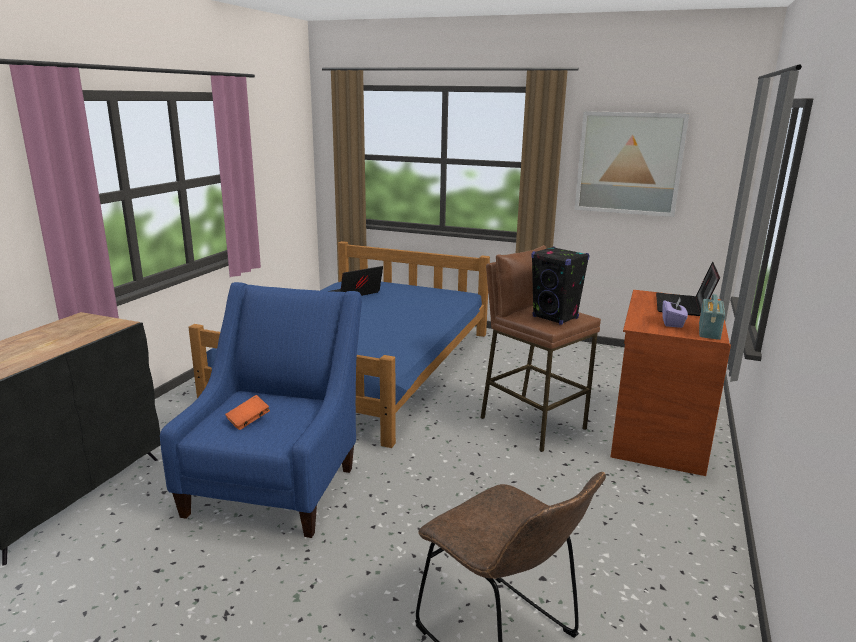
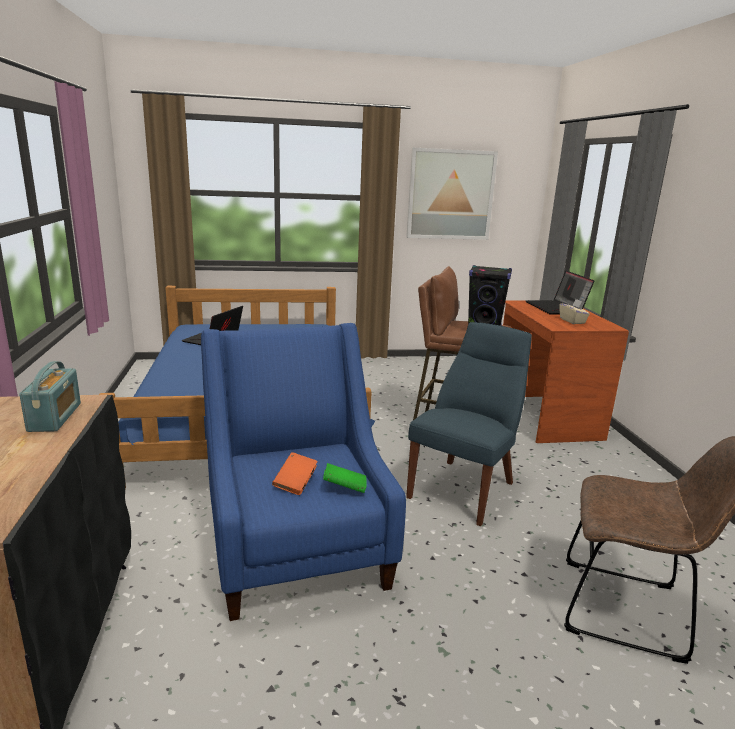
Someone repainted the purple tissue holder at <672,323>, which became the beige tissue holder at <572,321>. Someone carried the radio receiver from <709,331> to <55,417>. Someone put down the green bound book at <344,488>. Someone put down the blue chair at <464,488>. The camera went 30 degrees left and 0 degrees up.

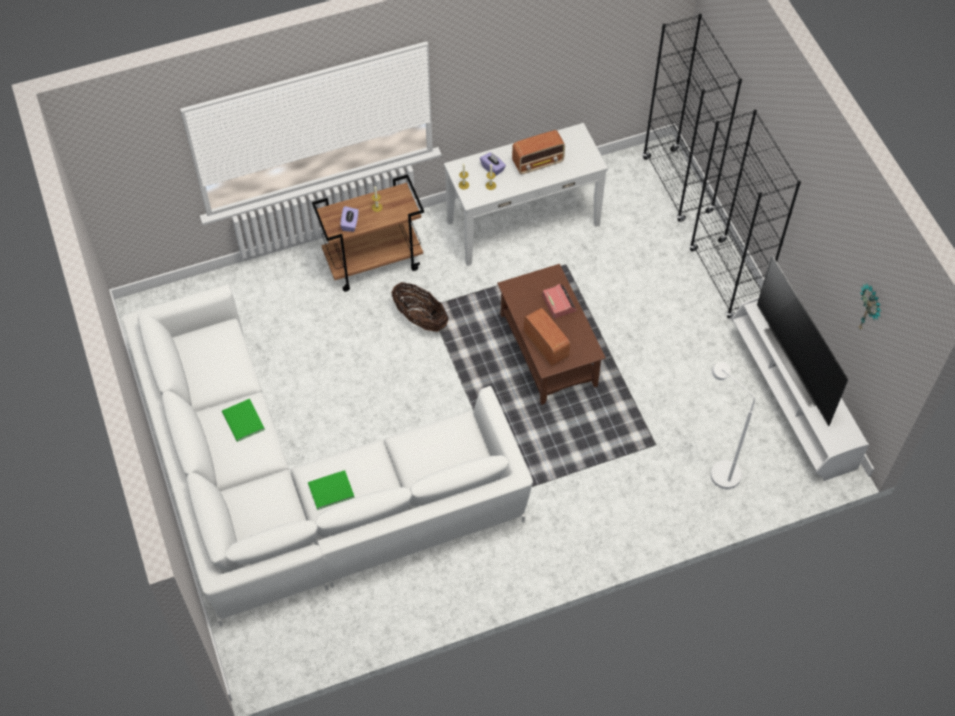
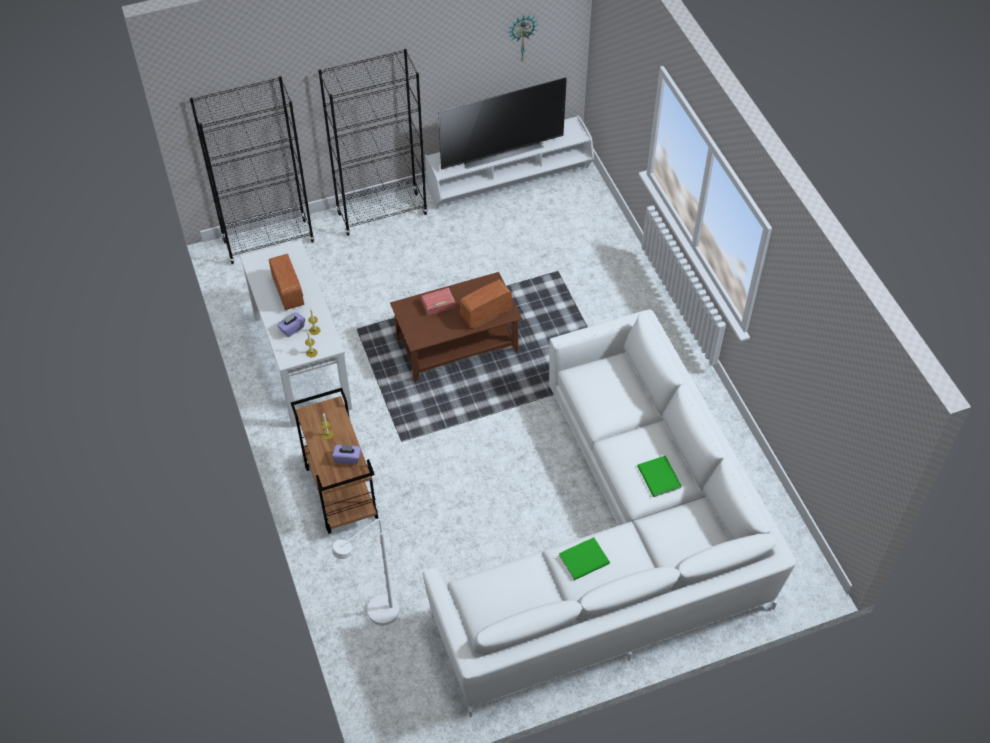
Someone took away the basket at <420,318>. Someone carried the whitish floor lamp from <718,470> to <376,617>. The camera went 90 degrees left and 5 degrees down.

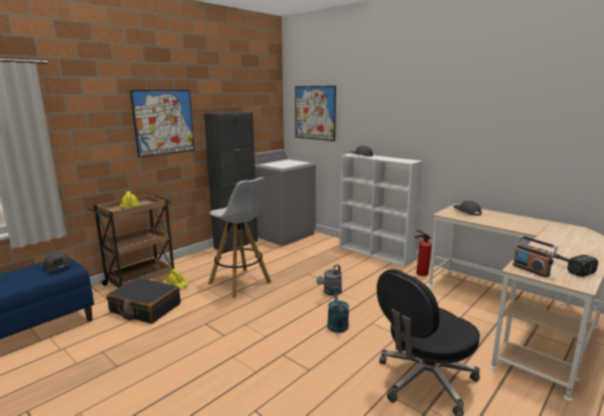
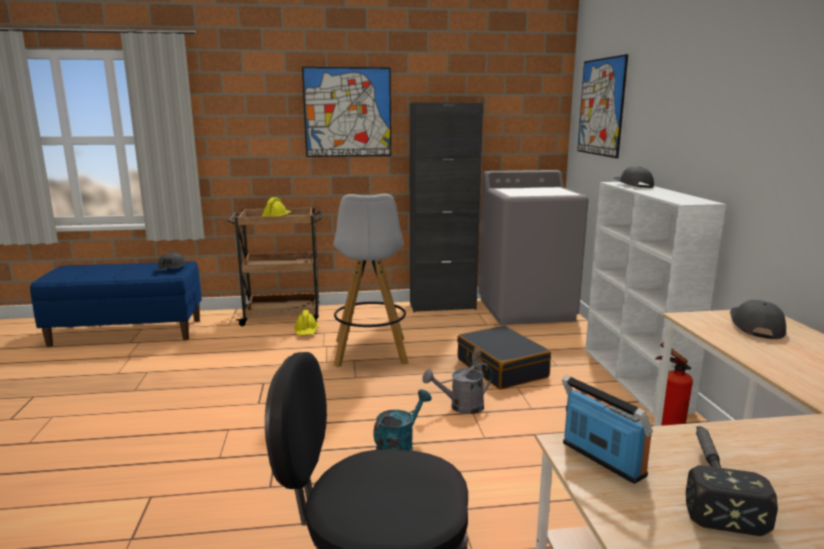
Someone carried the blackish piece of luggage from <145,308> to <501,368>. Someone rotated the radio receiver at <531,270> by 135 degrees clockwise. The camera went 40 degrees right and 0 degrees up.

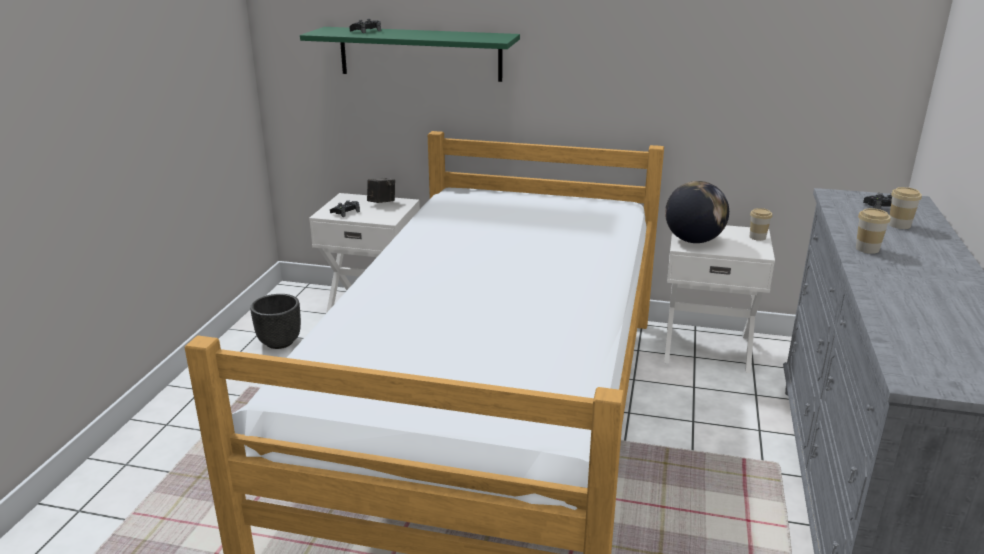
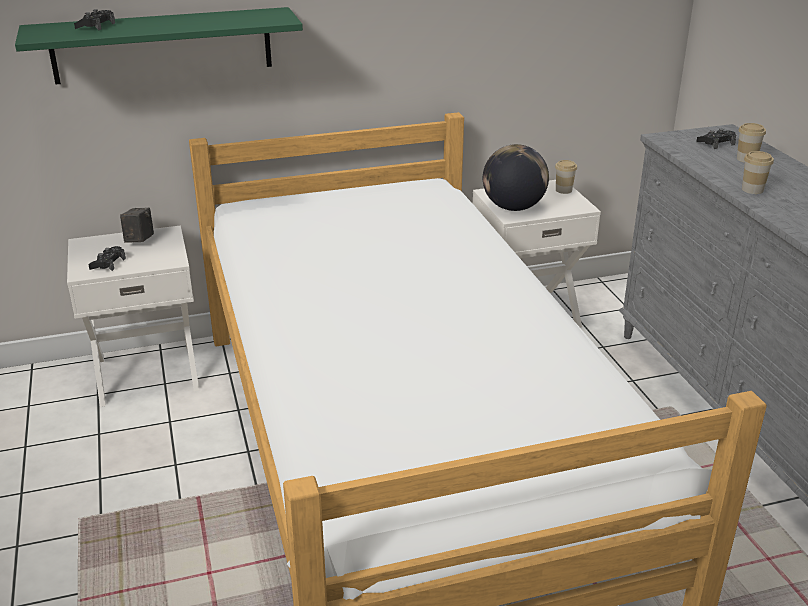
Someone took away the blackish planter at <280,342>. The camera went 30 degrees left and 5 degrees up.

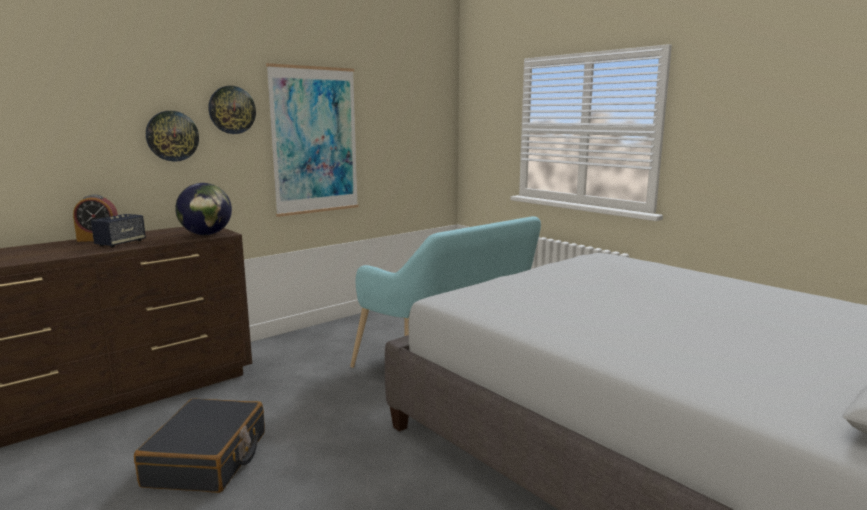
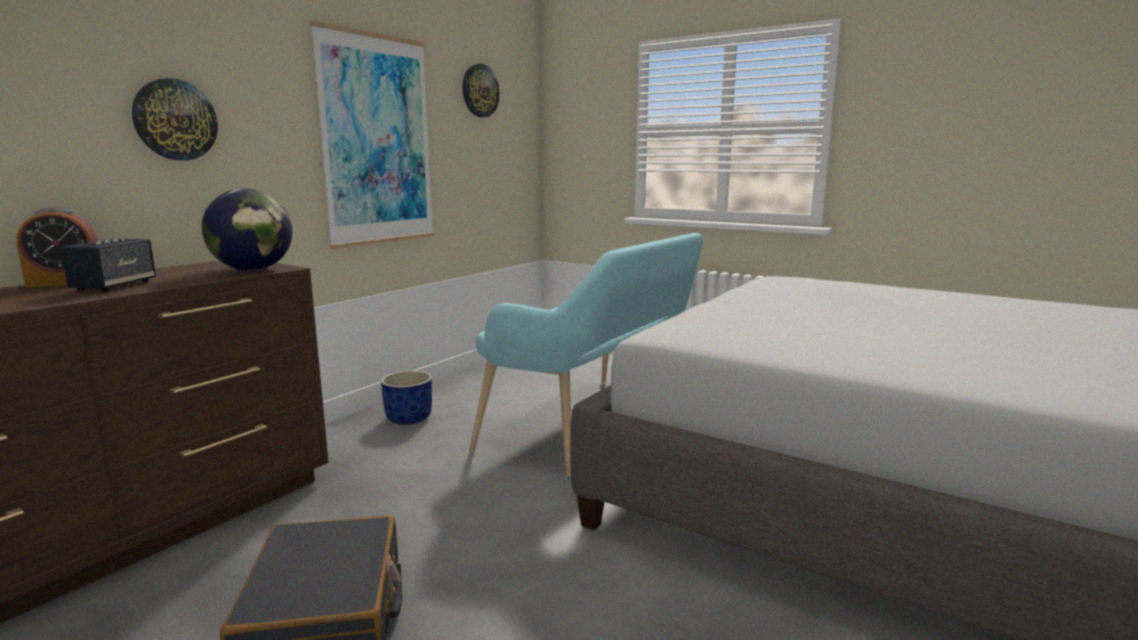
Someone carried the wall clock from <232,110> to <480,90>. Someone put down the blue planter at <409,418>. The camera went 15 degrees left and 0 degrees up.

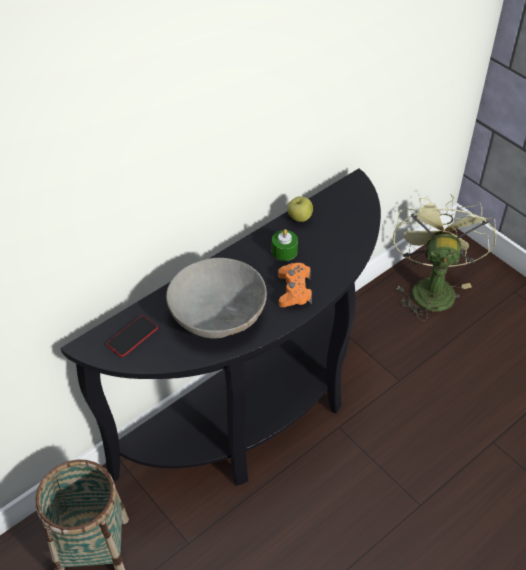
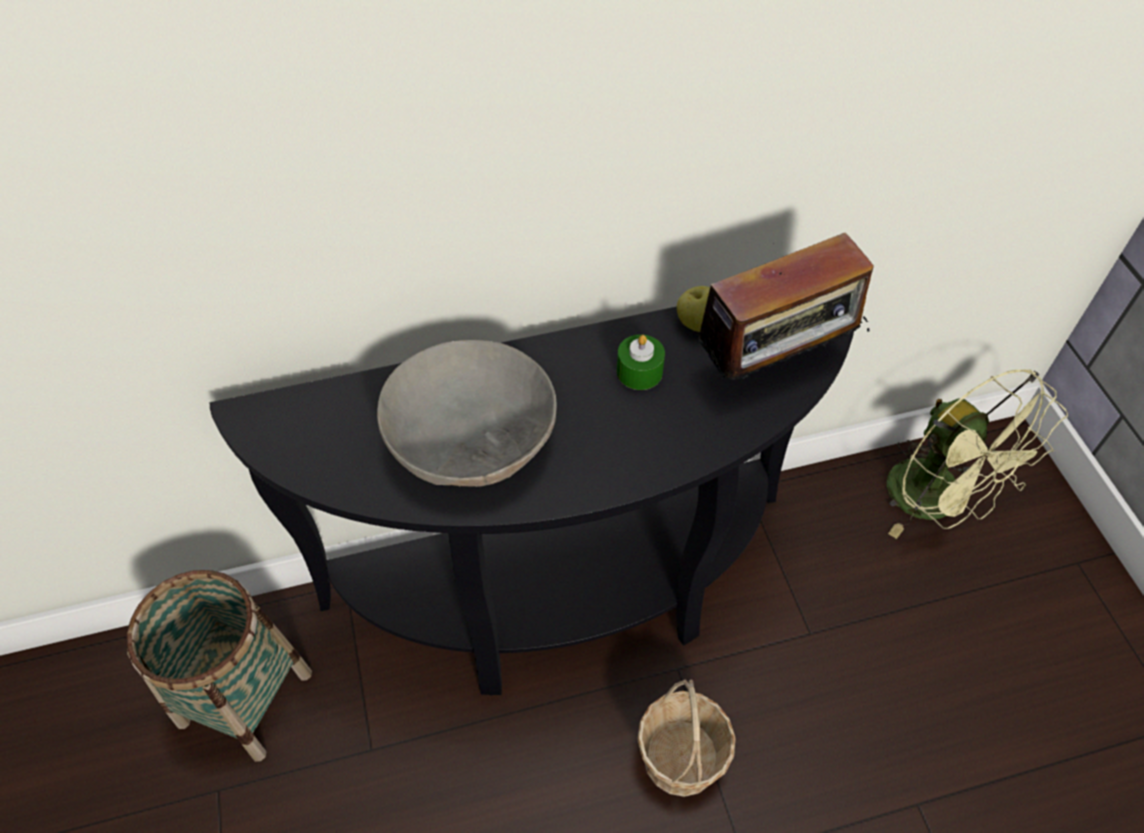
Someone took away the telephone at <132,336>. Someone took away the orangey game controller at <294,290>. Someone rotated the green electric fan at <431,287> by 120 degrees clockwise. Someone put down the basket at <681,756>. Someone put down the radio receiver at <774,365>. The camera went 25 degrees right and 5 degrees up.

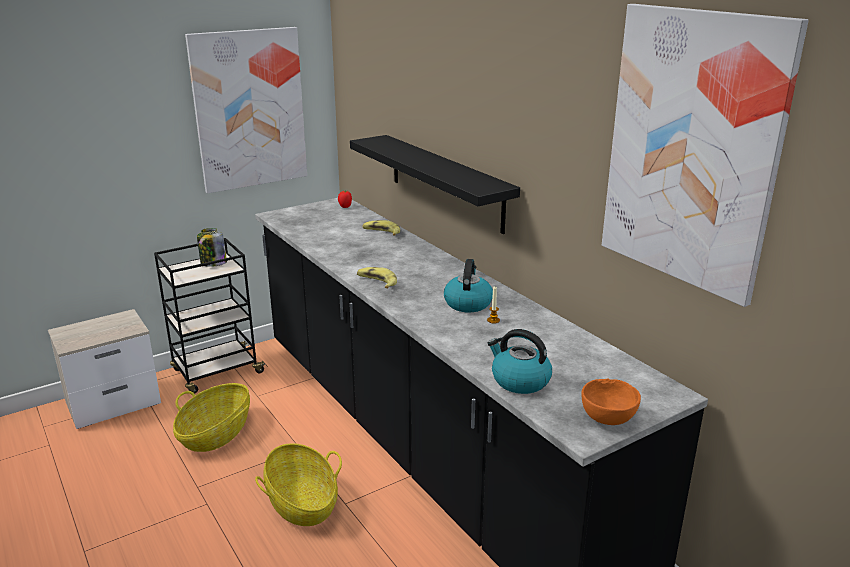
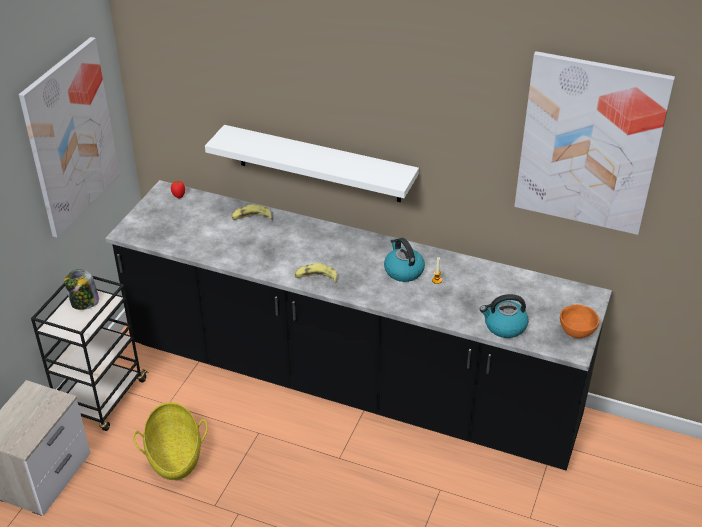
Someone took away the basket at <302,502>. Someone repainted the blackish bracket shelf at <445,182>, which became the whitish bracket shelf at <319,164>. The camera went 35 degrees left and 15 degrees up.

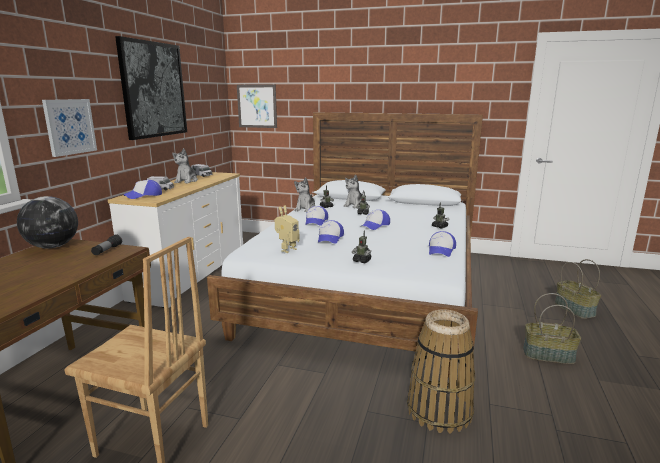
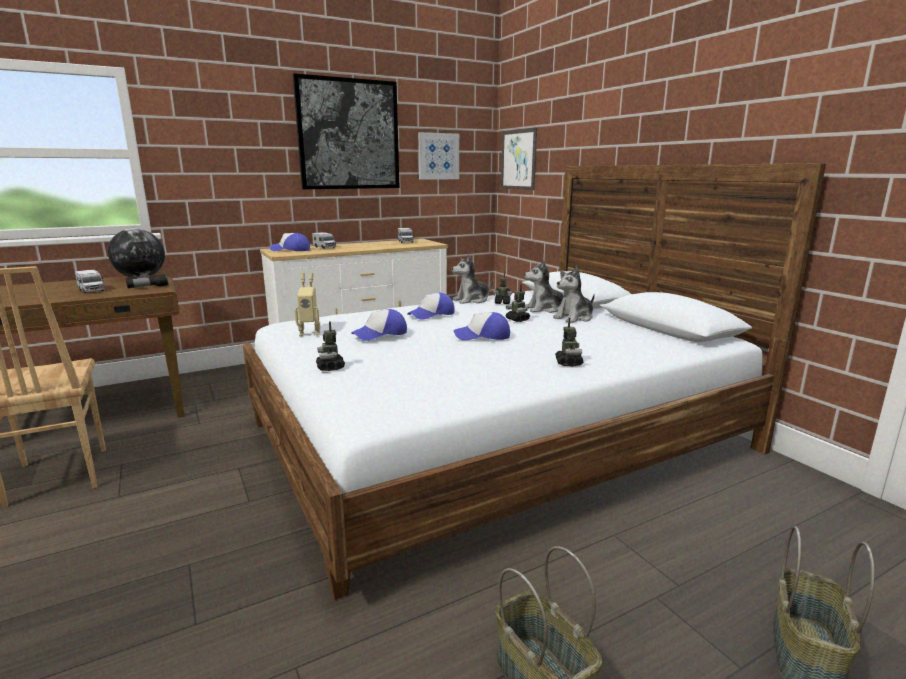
Someone carried the wall picture from <69,126> to <438,156>. Someone carried the plush toy from <187,181> to <574,318>. Someone took away the basket at <439,410>. Someone took away the baseball cap at <441,250>. Someone put down the model truck at <91,290>. The camera went 45 degrees right and 0 degrees up.

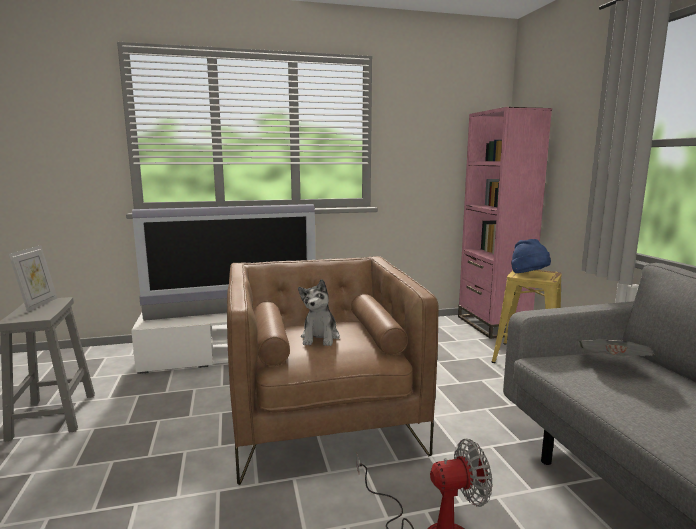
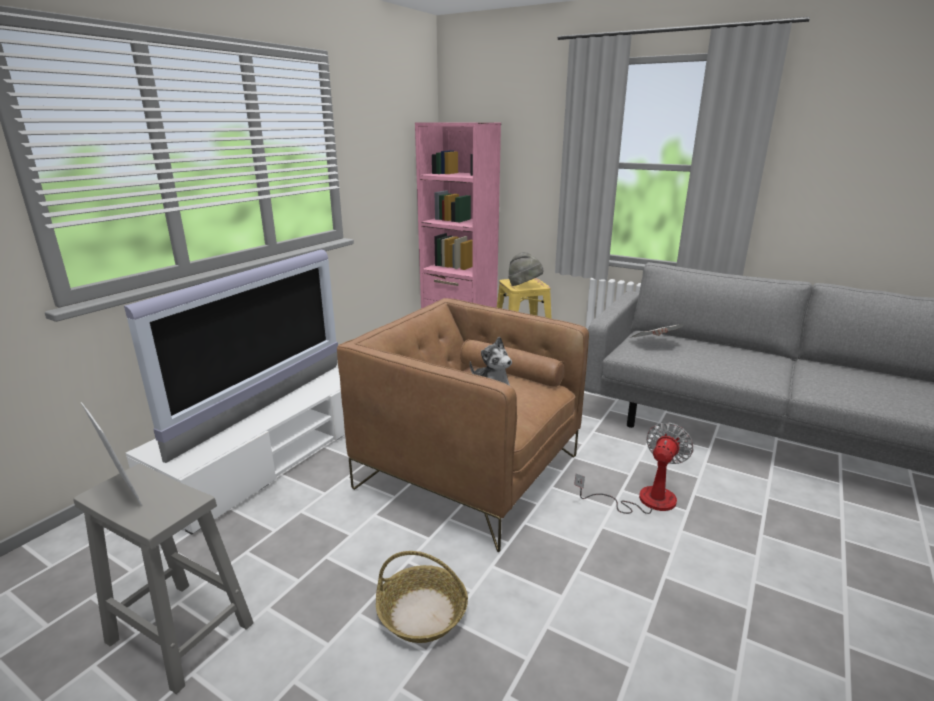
Someone repainted the blue wearable hat at <529,275>, which became the grey wearable hat at <524,286>. Someone put down the basket at <421,613>. The camera went 45 degrees left and 10 degrees up.

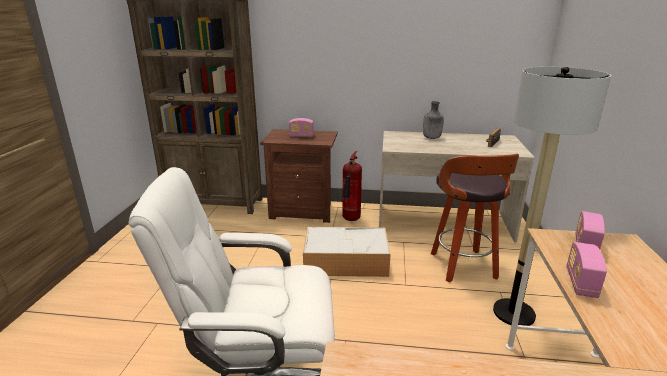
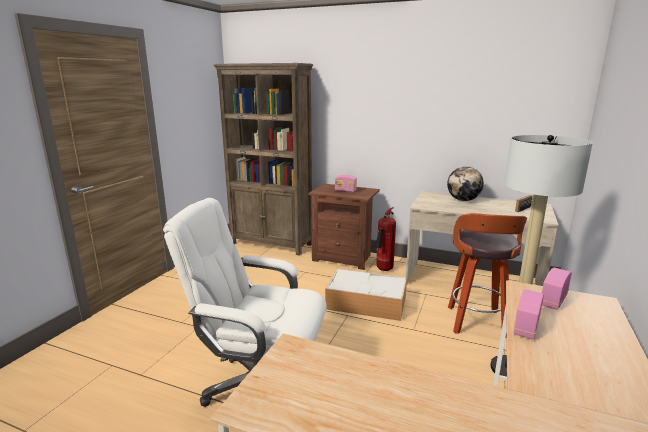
Someone swapped the grey beverage bottle at <431,138> for the globe at <463,200>. The camera went 15 degrees right and 5 degrees down.

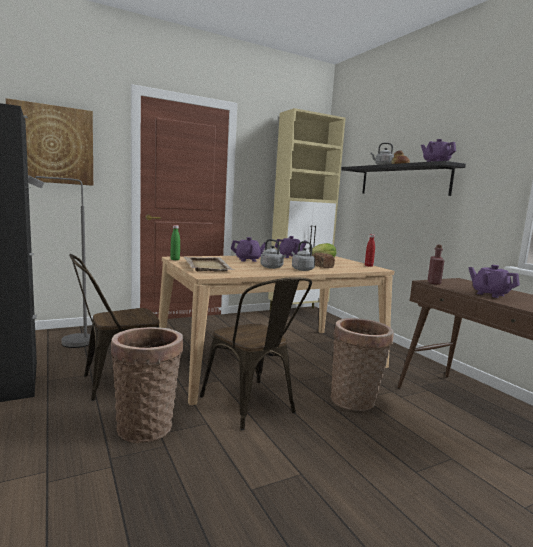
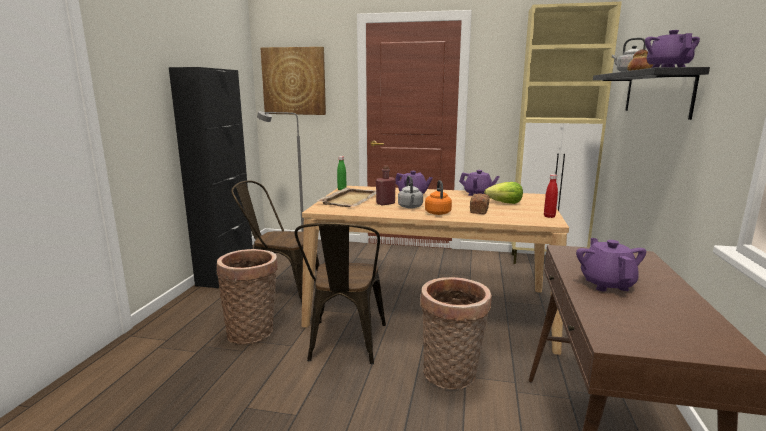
Someone repainted the grey tea kettle at <301,269>, which became the orangey tea kettle at <437,212>. Someone carried the red-coloured beverage bottle from <434,282> to <385,203>. The camera went 40 degrees right and 5 degrees up.

